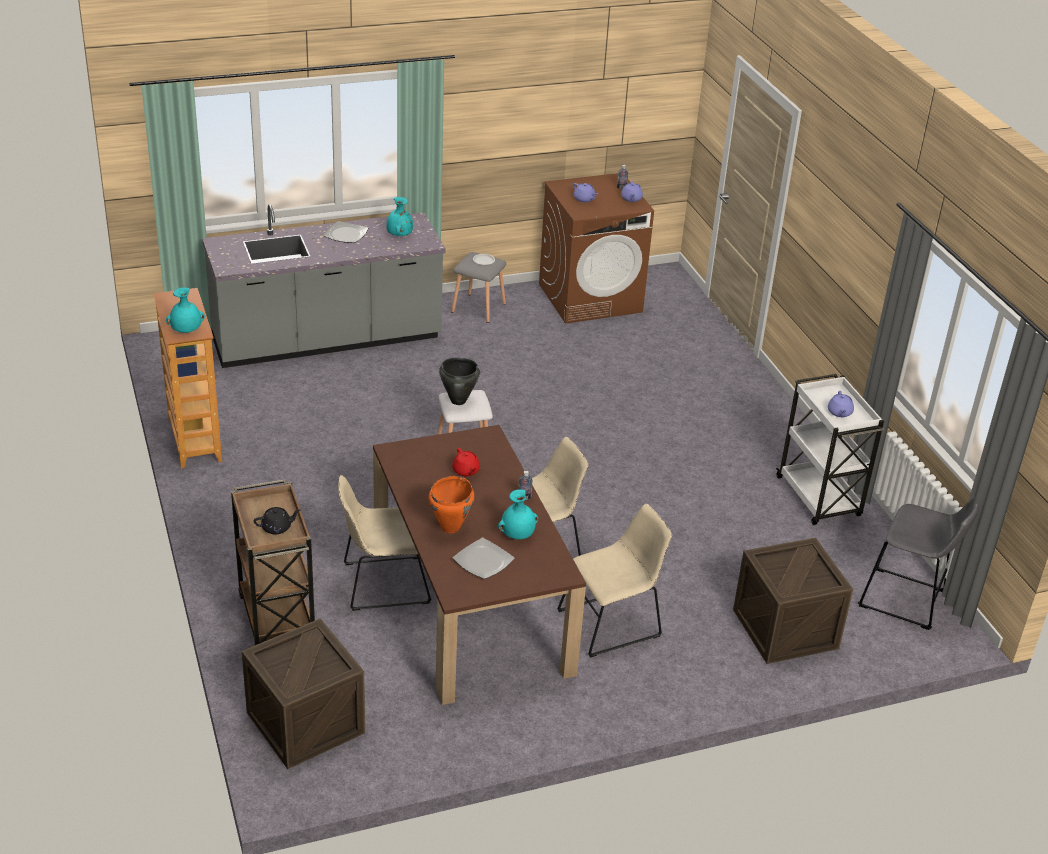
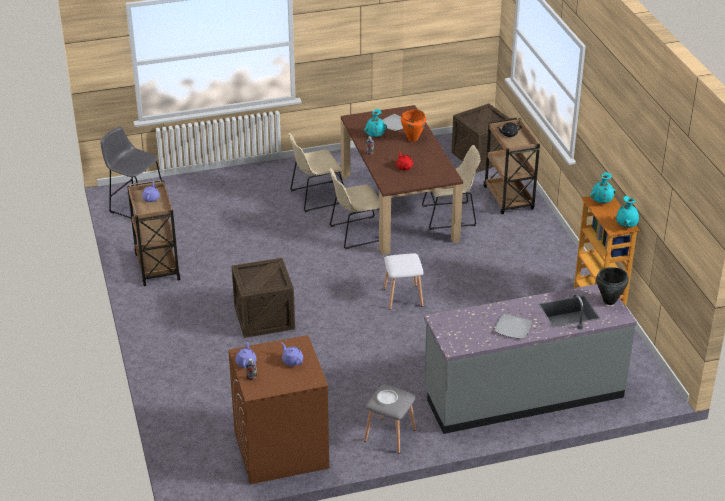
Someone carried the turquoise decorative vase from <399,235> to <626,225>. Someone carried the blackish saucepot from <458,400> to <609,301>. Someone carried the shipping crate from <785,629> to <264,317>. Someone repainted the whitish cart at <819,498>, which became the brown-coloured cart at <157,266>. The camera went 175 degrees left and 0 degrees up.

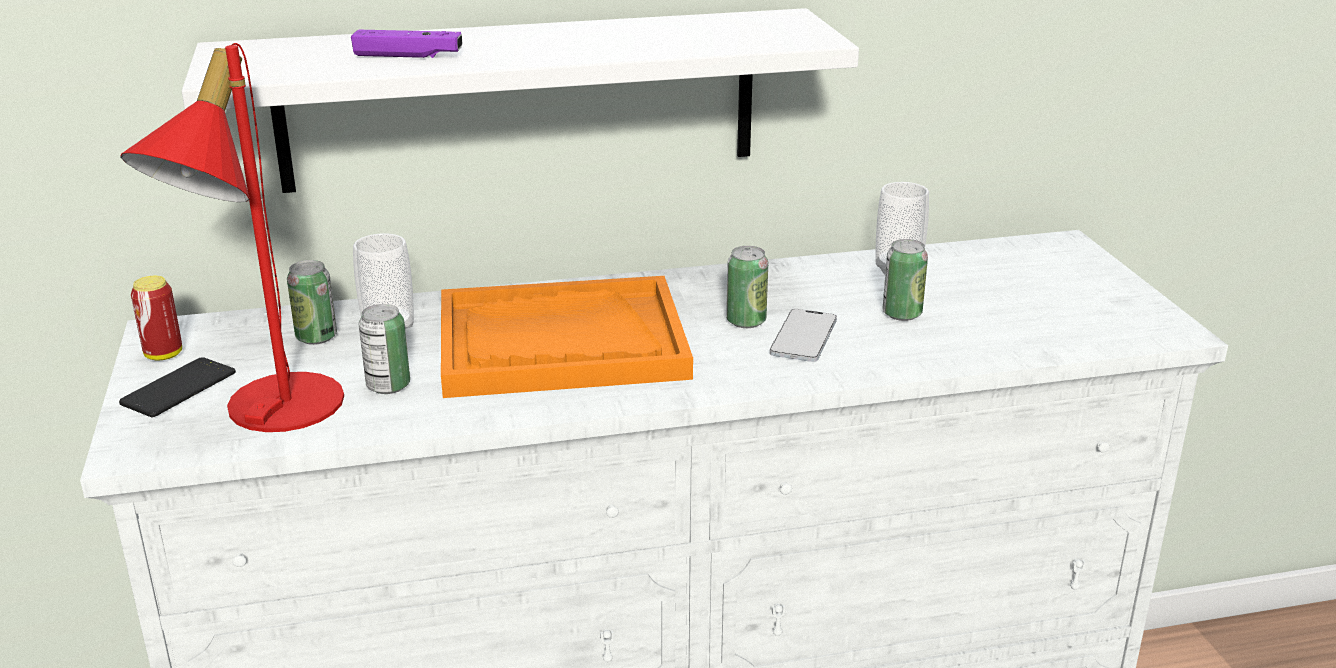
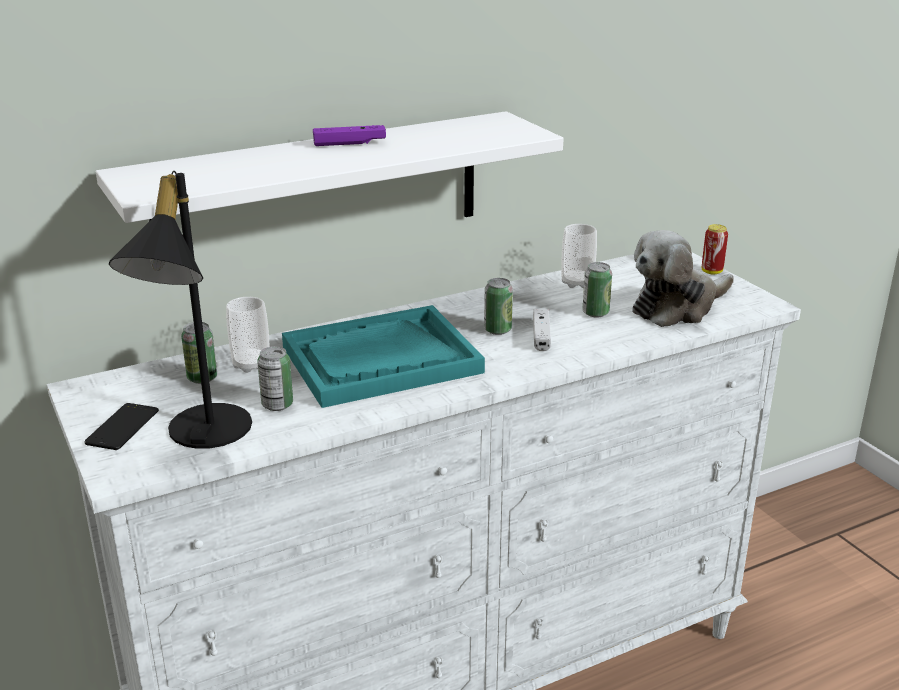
Someone repainted the red-coloured lamp for a table at <265,411>, which became the blackish lamp for a table at <199,434>. Someone carried the sealed can from <163,355> to <712,271>. Someone carried the purple game controller from <408,56> to <349,143>. Someone repainted the orangey serving tray at <560,343>, which became the turquoise serving tray at <381,360>. Someone swapped the telephone at <803,337> for the whitish game controller at <541,336>. Someone put down the plush toy at <677,307>. The camera went 15 degrees left and 0 degrees up.

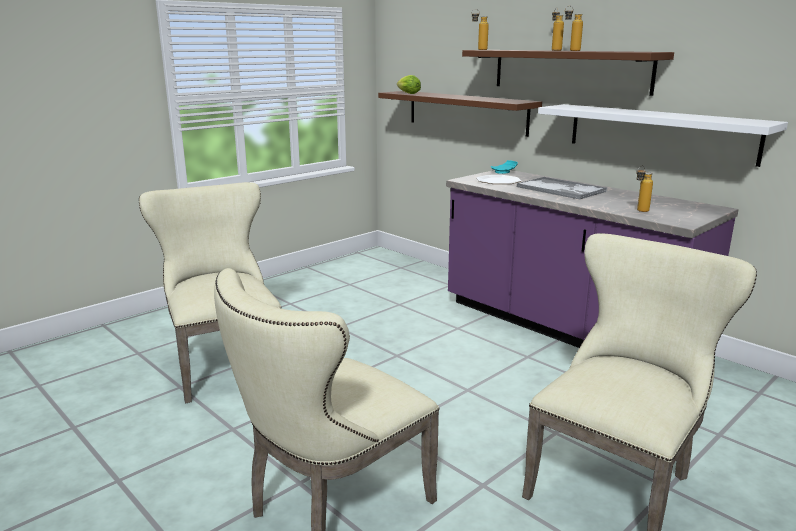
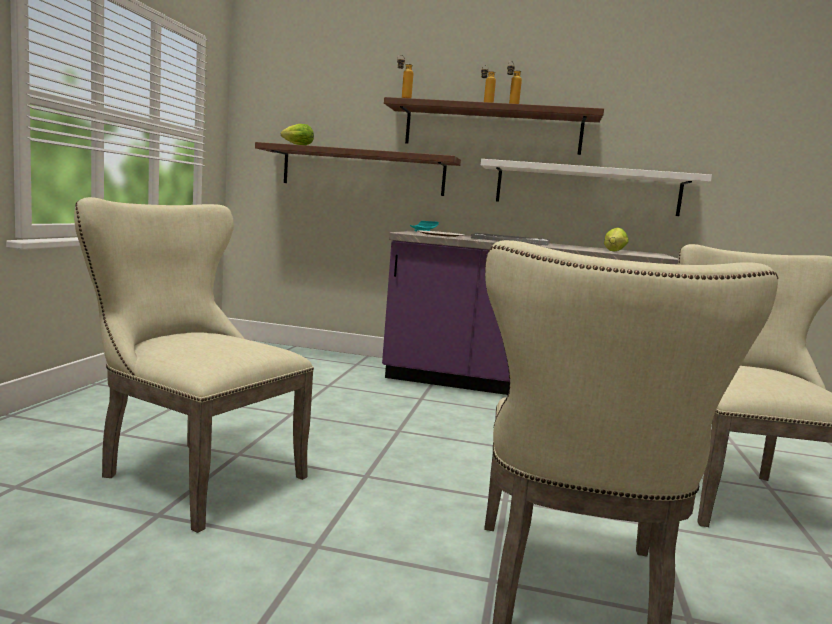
Someone swapped the beverage bottle at <639,211> for the head of lettuce at <613,251>. The camera went 35 degrees left and 10 degrees down.

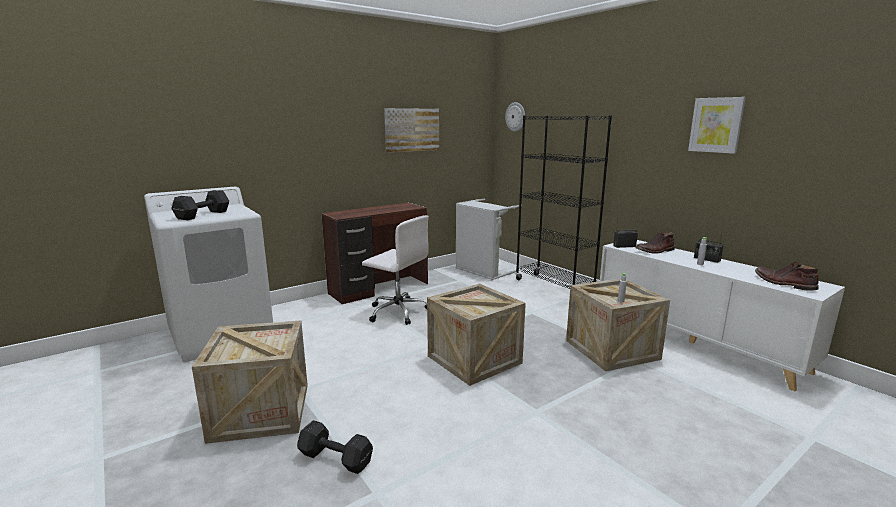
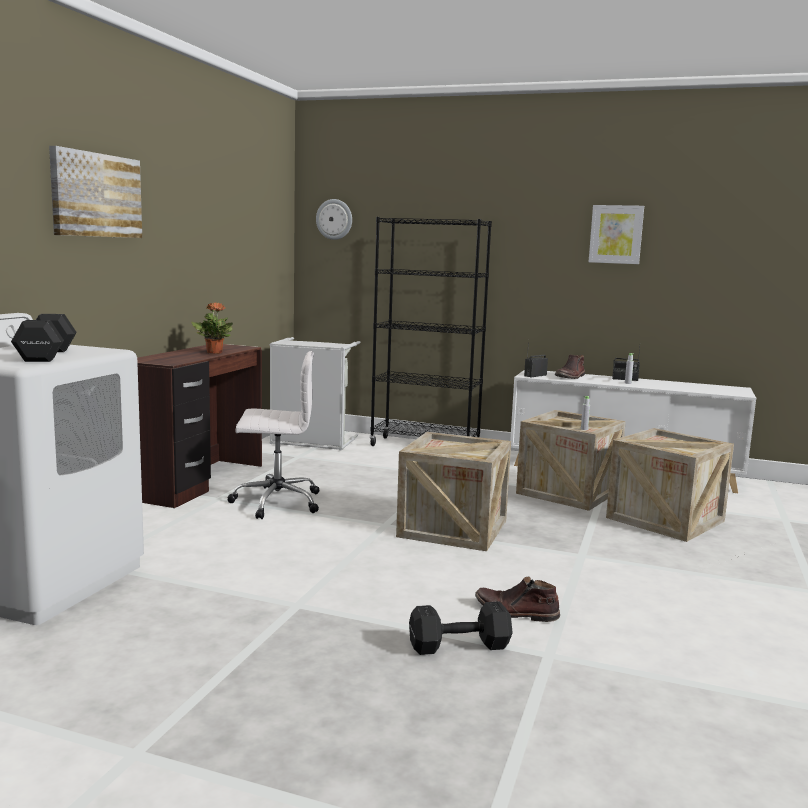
Someone carried the shipping crate from <261,411> to <665,519>. Someone carried the wall picture from <411,130> to <96,195>. Someone carried the brown-coloured boot from <783,283> to <516,612>. Someone put down the houseplant at <214,352>. The camera went 35 degrees left and 5 degrees down.

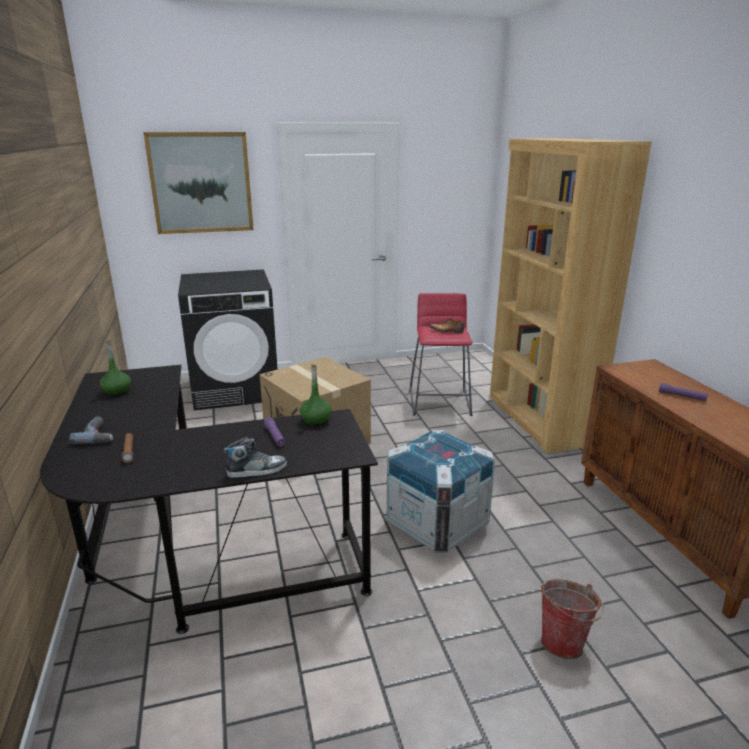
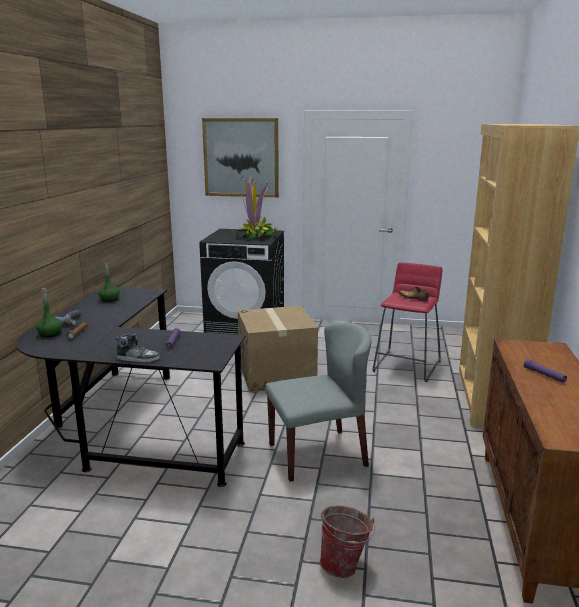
Someone carried the green beverage bottle from <316,420> to <50,334>. Someone swapped the shipping crate at <437,524> for the grey chair at <318,454>. Someone put down the houseplant at <255,236>. The camera went 25 degrees right and 5 degrees down.

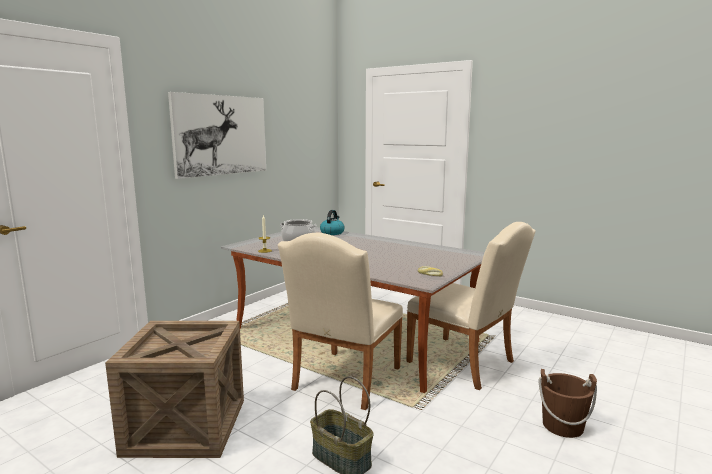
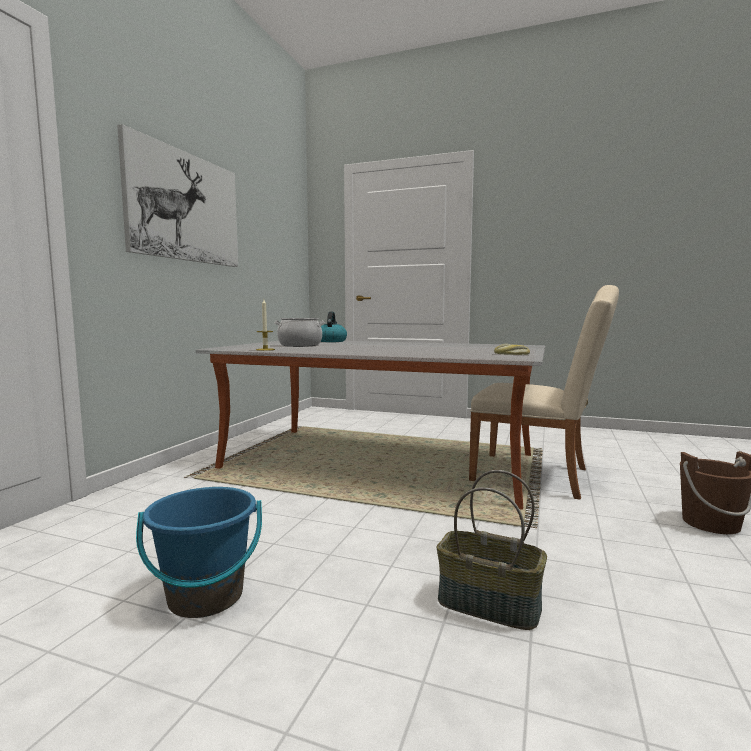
Someone swapped the shipping crate at <186,426> for the blue water bucket at <205,597>. Someone took away the beige chair at <343,382>. The camera went 15 degrees left and 5 degrees down.

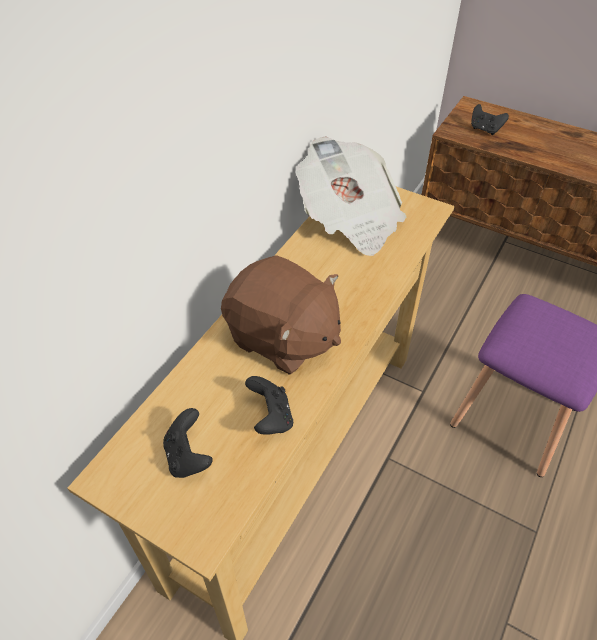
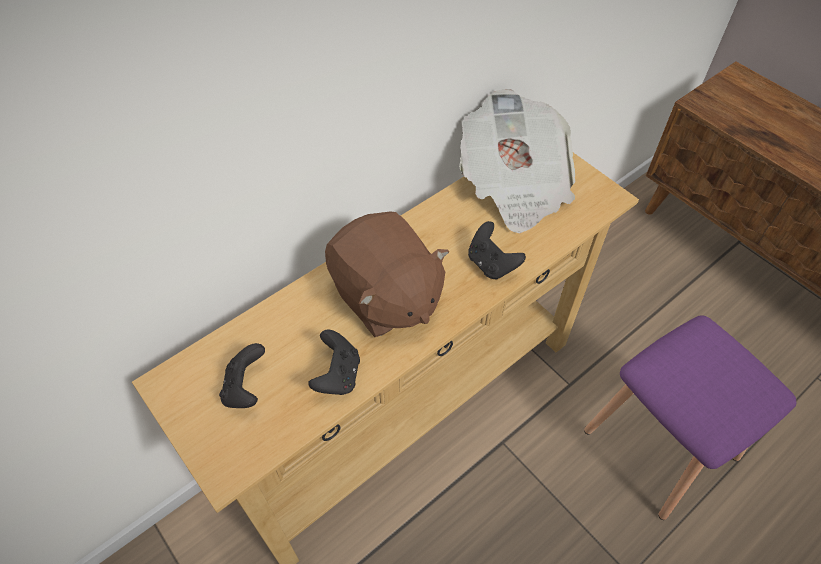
Someone carried the blackish game controller from <485,129> to <491,264>. The camera went 20 degrees right and 5 degrees up.

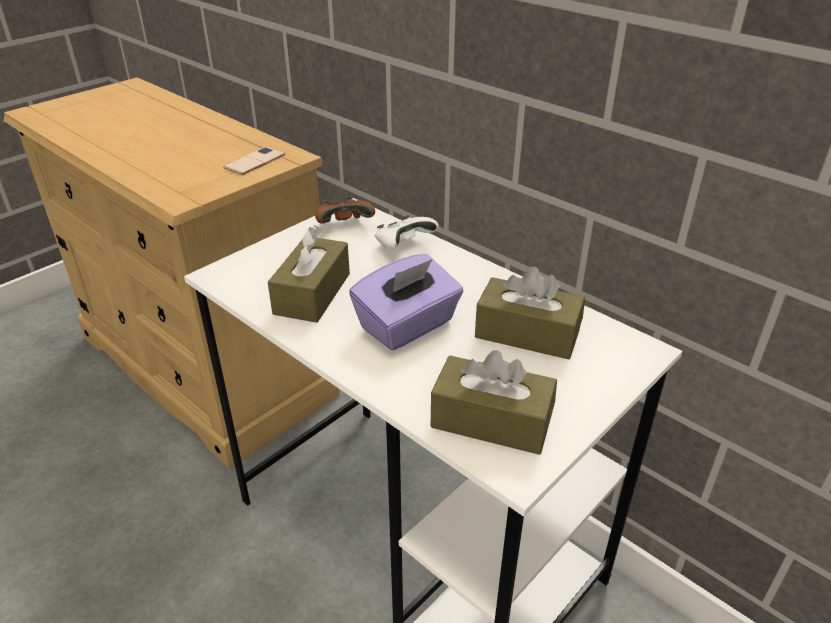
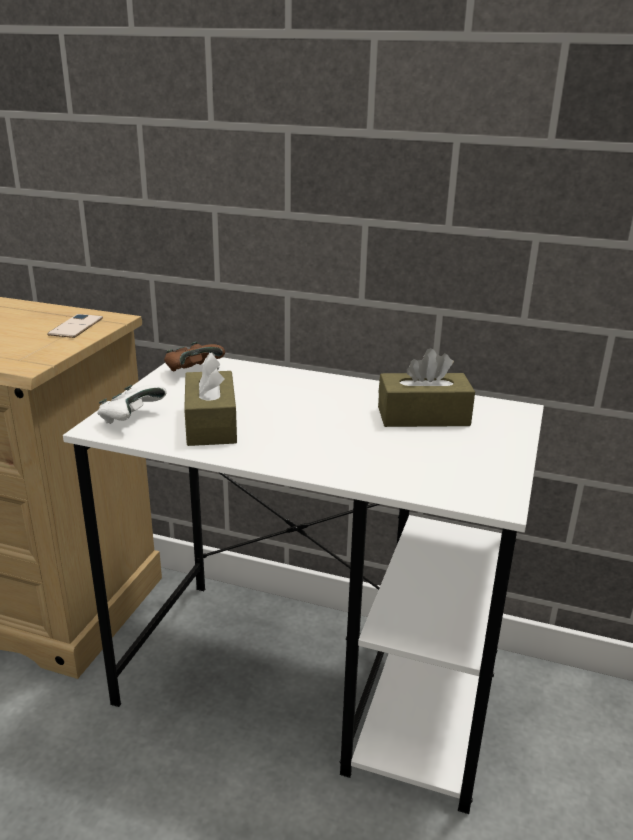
Someone took away the purple tissue holder at <408,326>. Someone carried the whitish game controller from <404,245> to <131,419>. Someone took away the brown-coloured tissue holder at <491,421>. The camera went 25 degrees left and 10 degrees down.

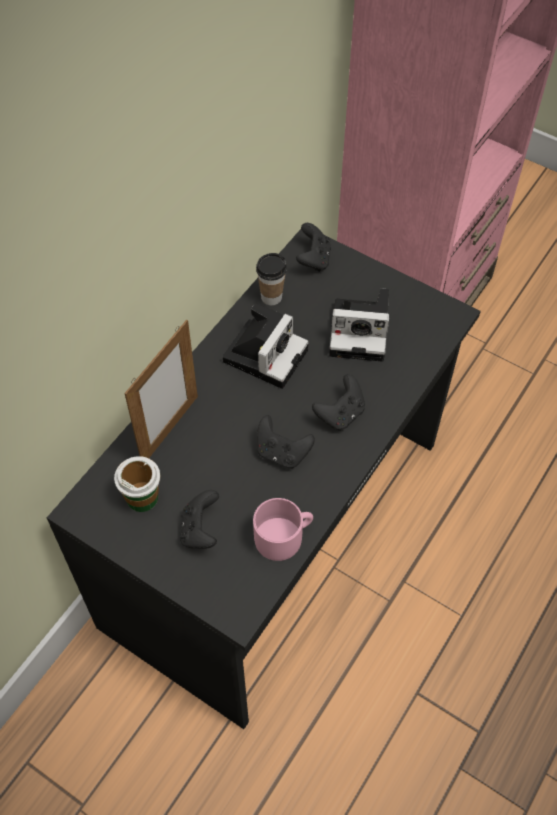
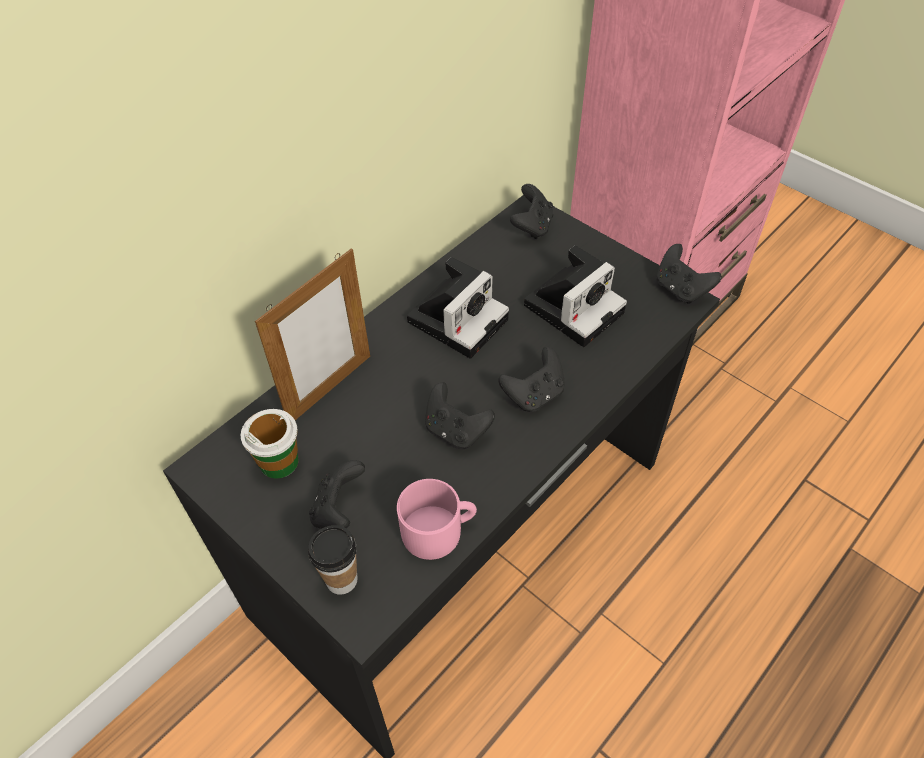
Someone carried the cup from <271,297> to <341,579>. Someone rotated the still camera at <362,331> by 60 degrees counterclockwise. Someone put down the blackish game controller at <681,289>. The camera went 10 degrees right and 5 degrees down.

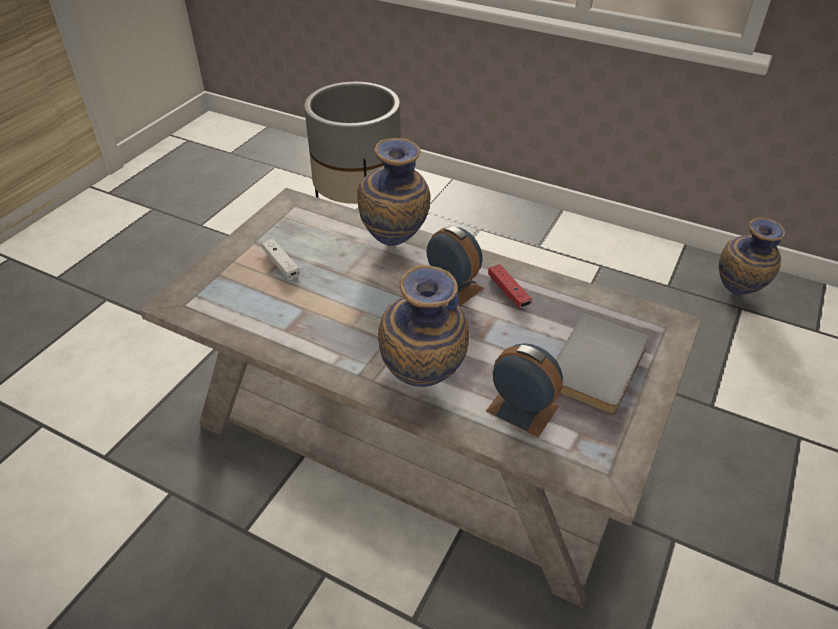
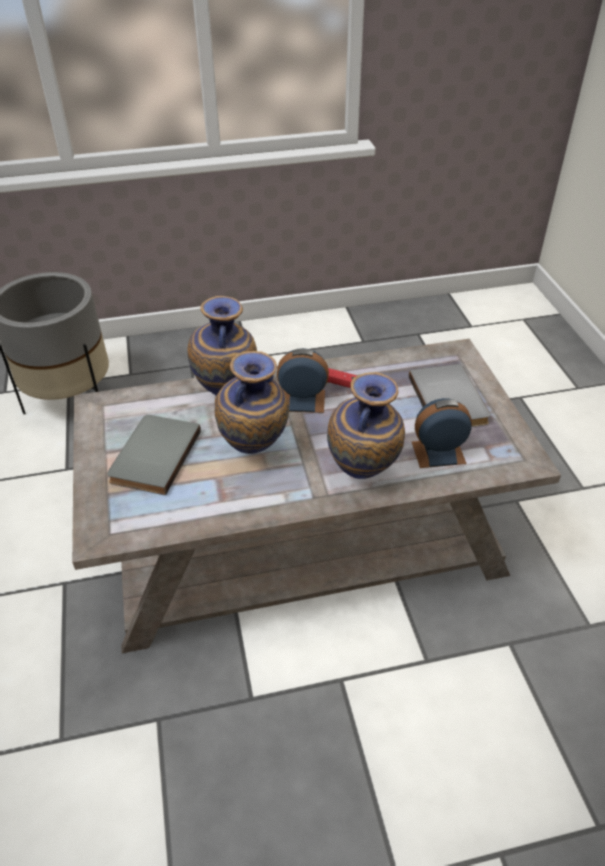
Someone swapped the whitish game controller at <281,264> for the grey bound book at <152,456>. Someone carried the decorative vase from <735,295> to <255,453>. The camera went 40 degrees left and 0 degrees up.

